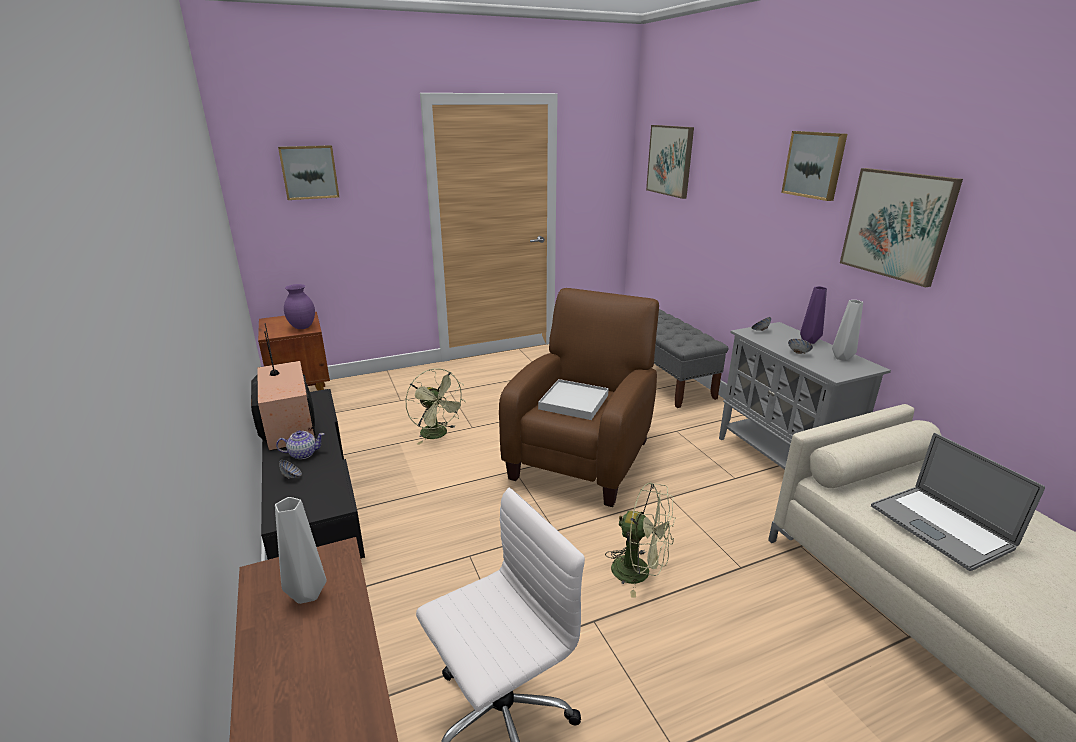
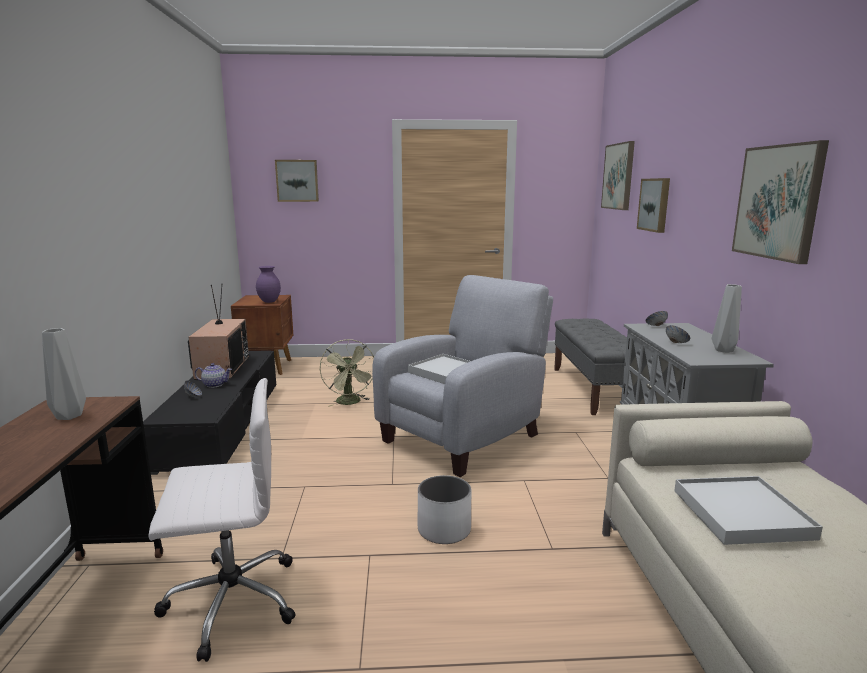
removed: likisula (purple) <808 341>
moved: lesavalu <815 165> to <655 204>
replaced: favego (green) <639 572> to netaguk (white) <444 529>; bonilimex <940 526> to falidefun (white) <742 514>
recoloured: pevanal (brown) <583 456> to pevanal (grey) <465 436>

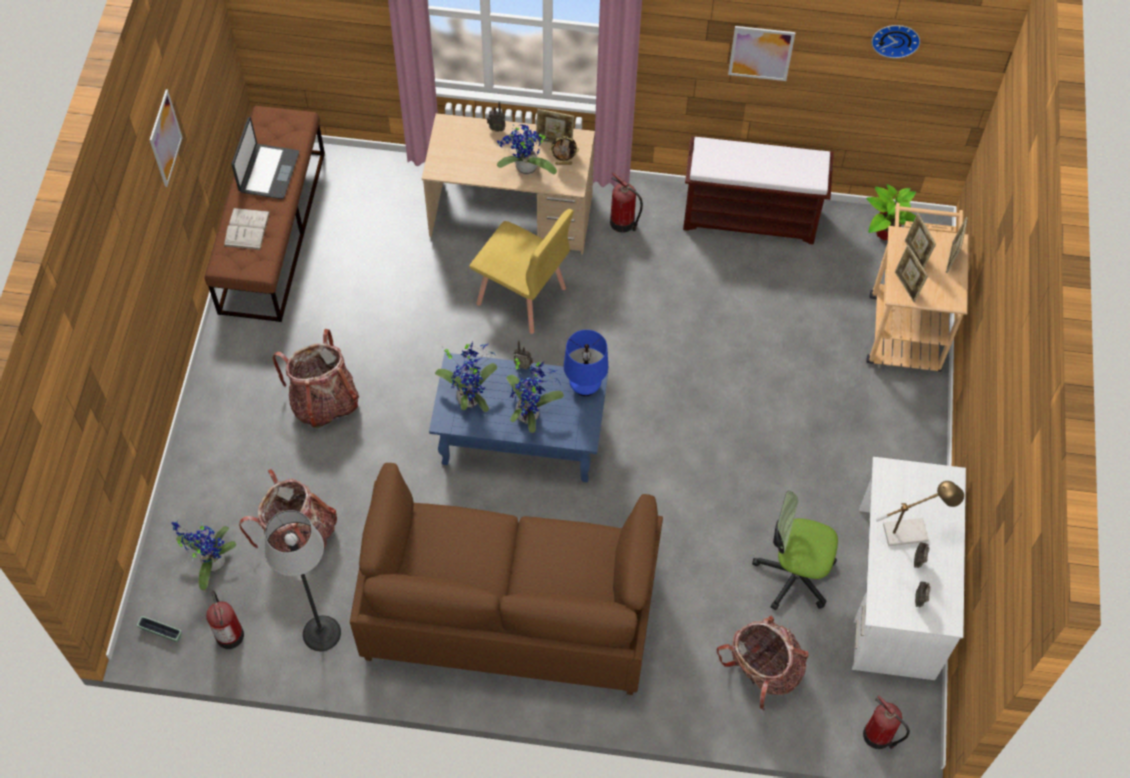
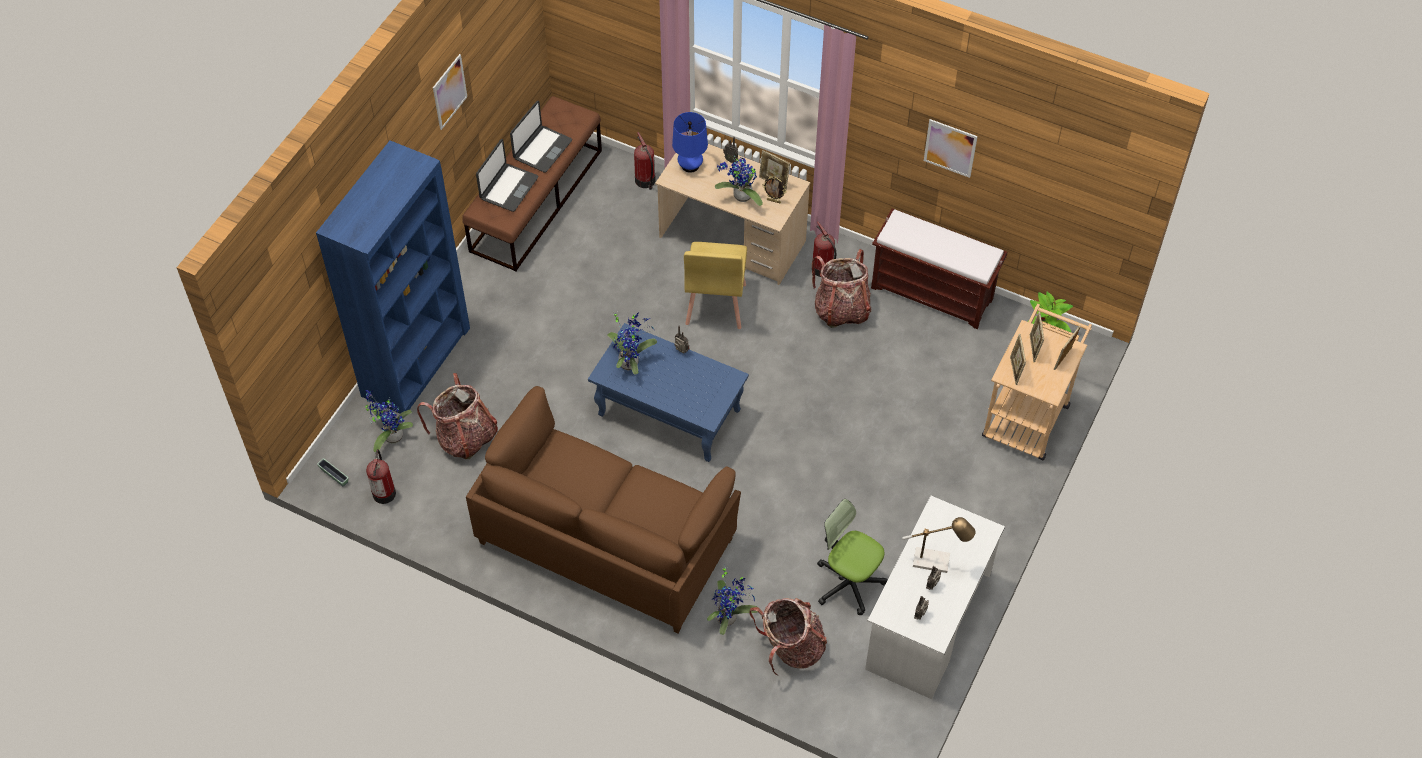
removed: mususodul <321 633>; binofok <896 38>
added: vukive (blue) <416 361>
moved: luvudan <324 402> to <841 309>; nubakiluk <530 413> to <729 617>; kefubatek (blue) <585 386> to <690 165>; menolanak <879 736> to <645 181>
replaced: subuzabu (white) <247 229> to bonilimex <508 188>
turned: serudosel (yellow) <521 297> = <715 304> 45 degrees clockwise

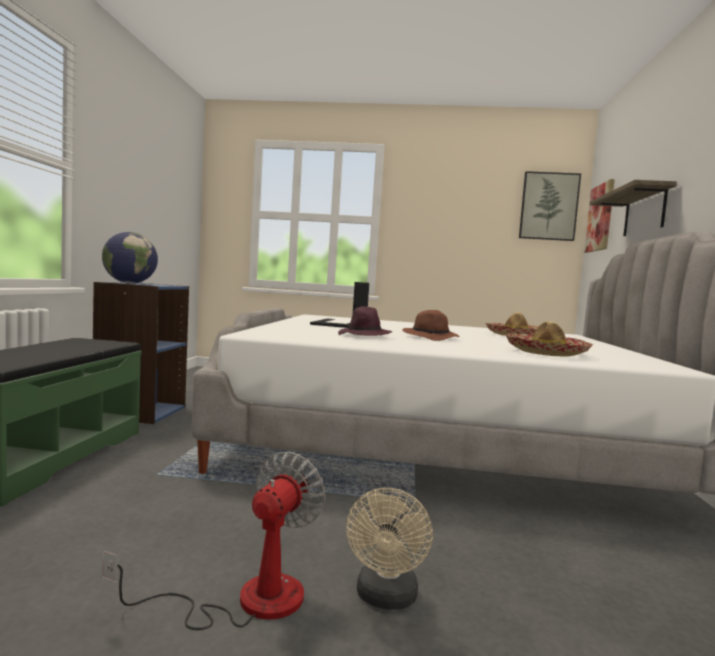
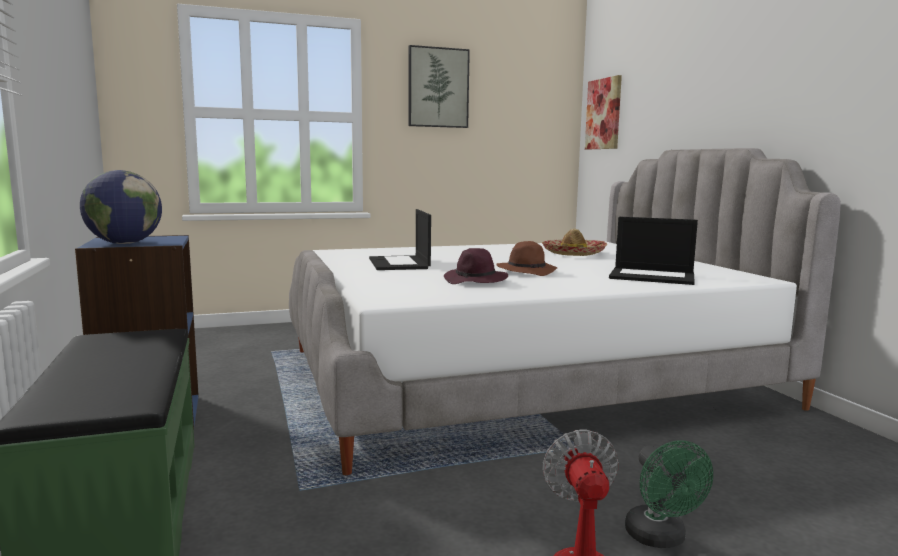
removed: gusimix <644 212>
moved: lesavalu <548 206> to <438 88>
replaced: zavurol <546 353> to bonilimex <653 277>
recoloured: favego (beige) <385 598> to favego (green) <661 539>

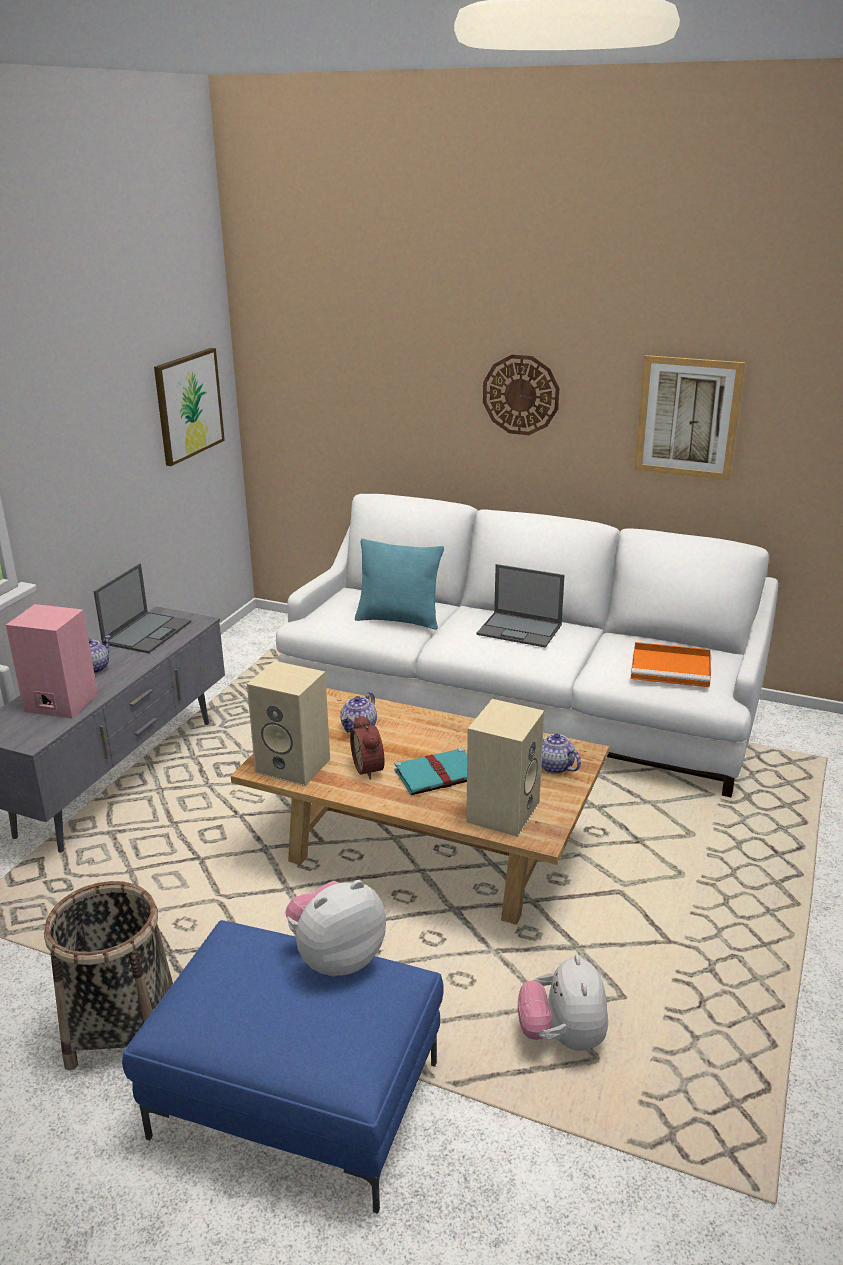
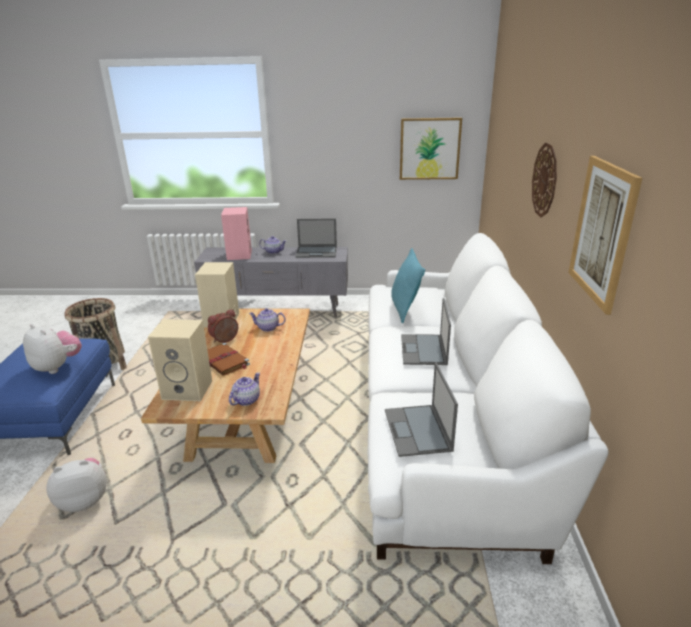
replaced: falidefun (orange) <672 668> to bonilimex <418 430>
recoloured: subuzabu (turquoise) <439 774> to subuzabu (brown) <224 361>

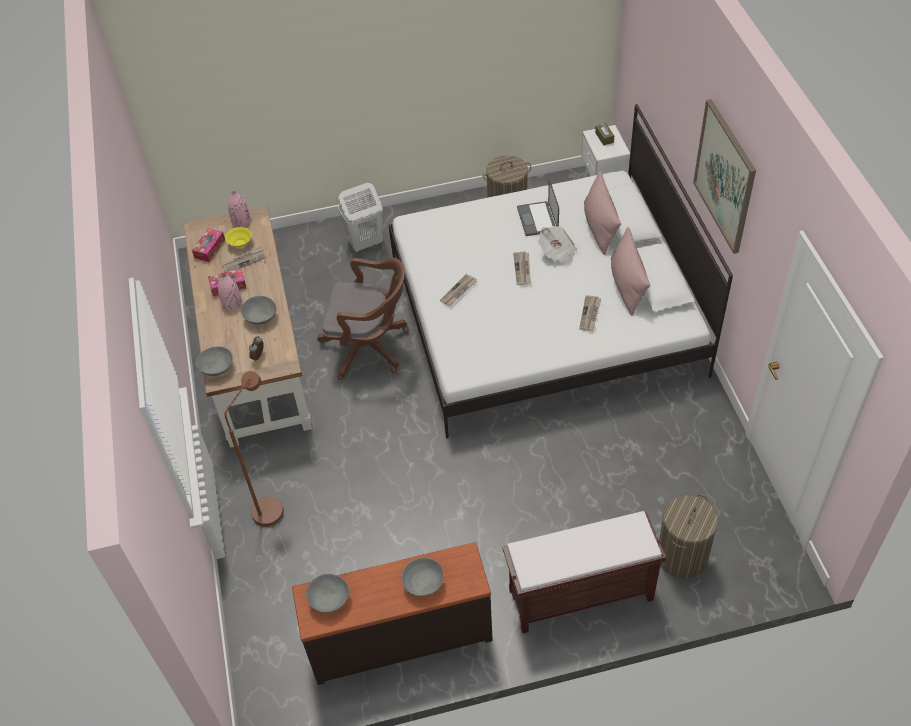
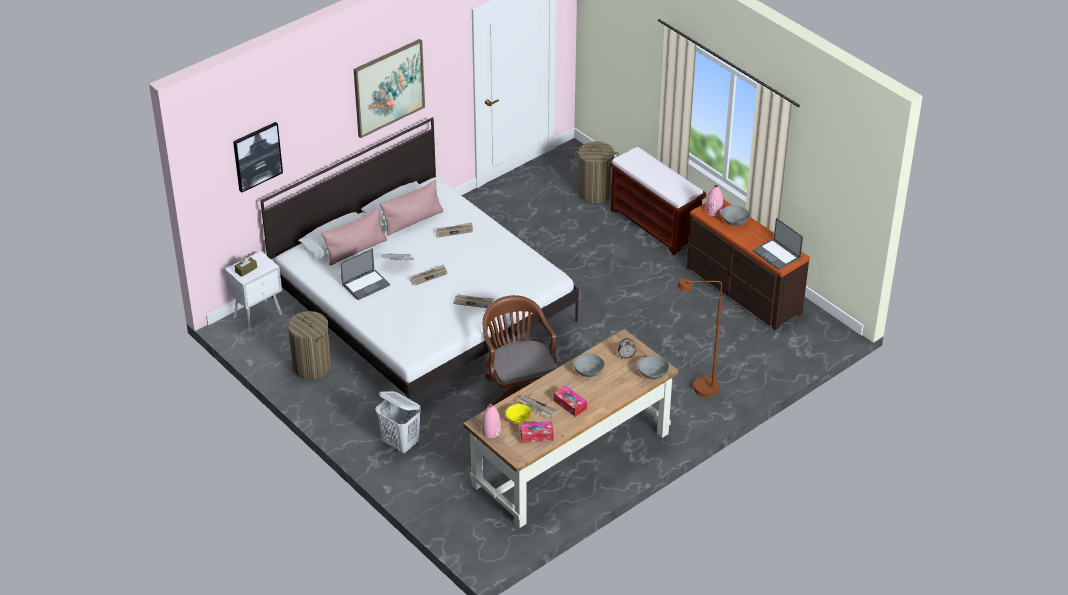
added: lesavalu <257 156>
moved: likisula (pink) <231 302> to <714 211>
replaced: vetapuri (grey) <329 599> to bonilimex <777 255>

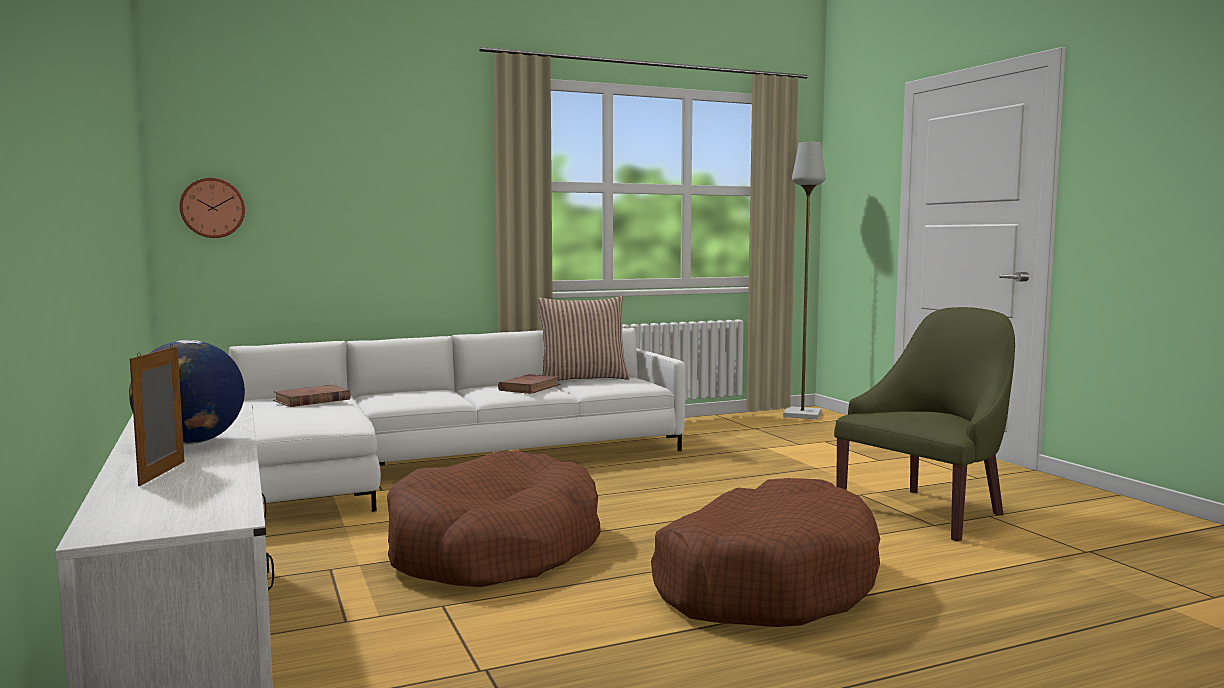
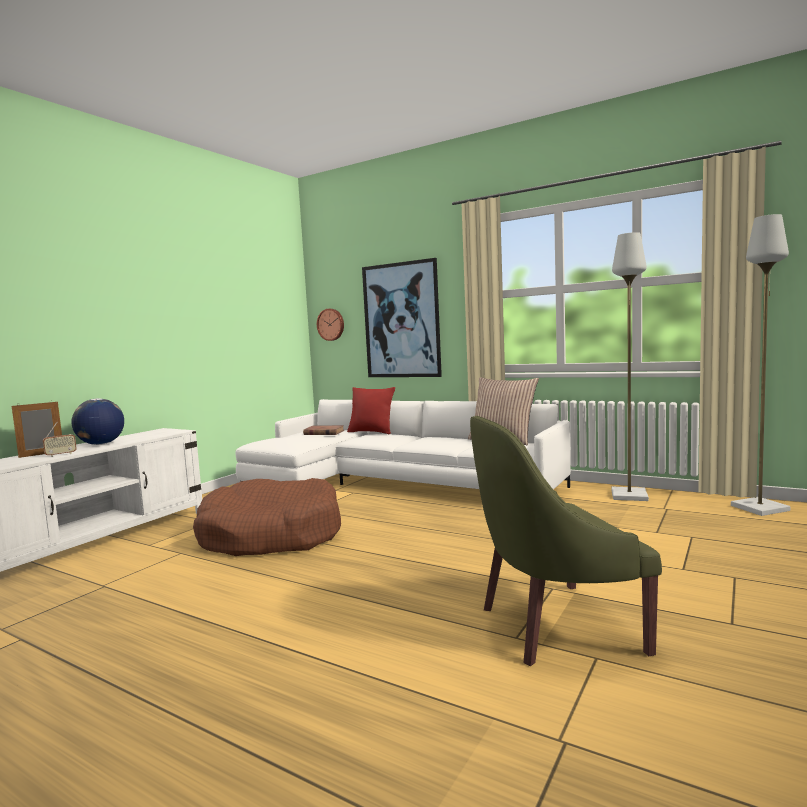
removed: subuzabu (brown) <529 388>; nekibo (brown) <765 582>
added: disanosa <61 455>; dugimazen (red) <371 432>; lesavalu <401 320>; mususodul (grey) <630 496>
turned: pevanal (green) <927 511> = <554 625> 150 degrees clockwise

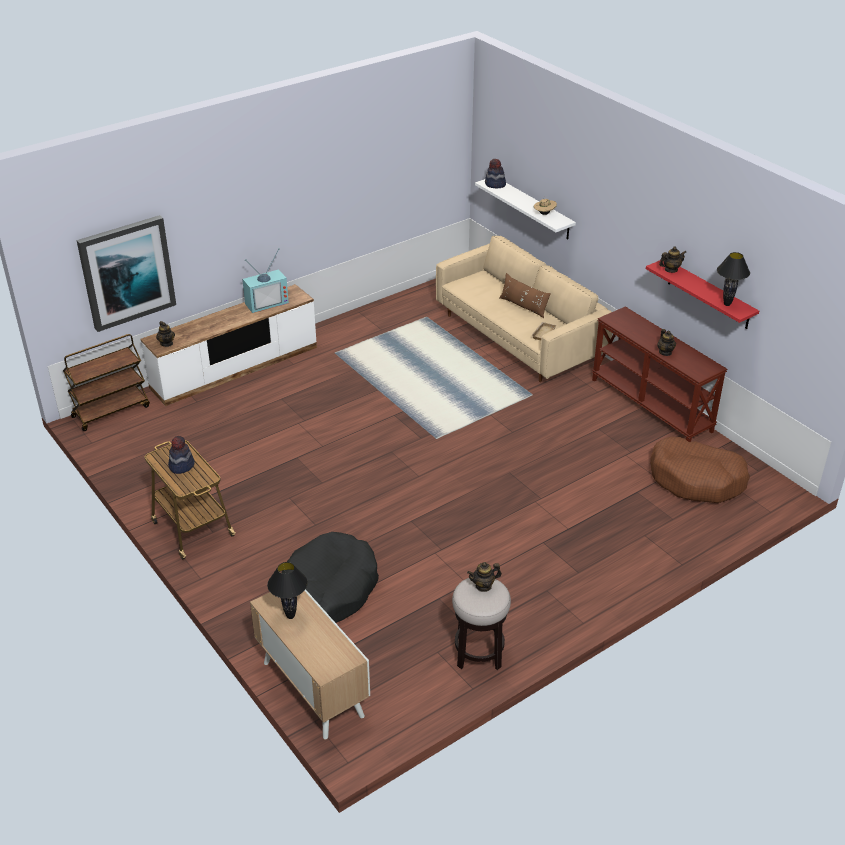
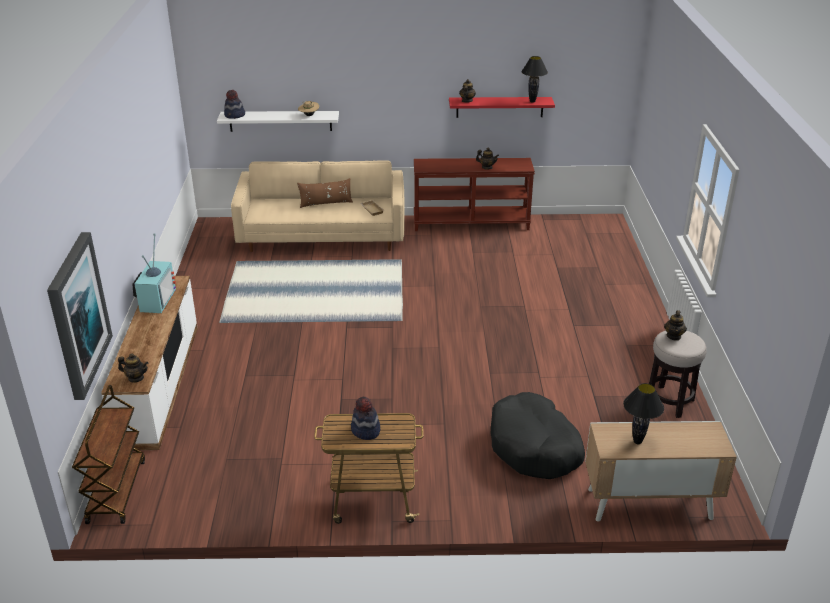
removed: nekibo (brown) <696 479>

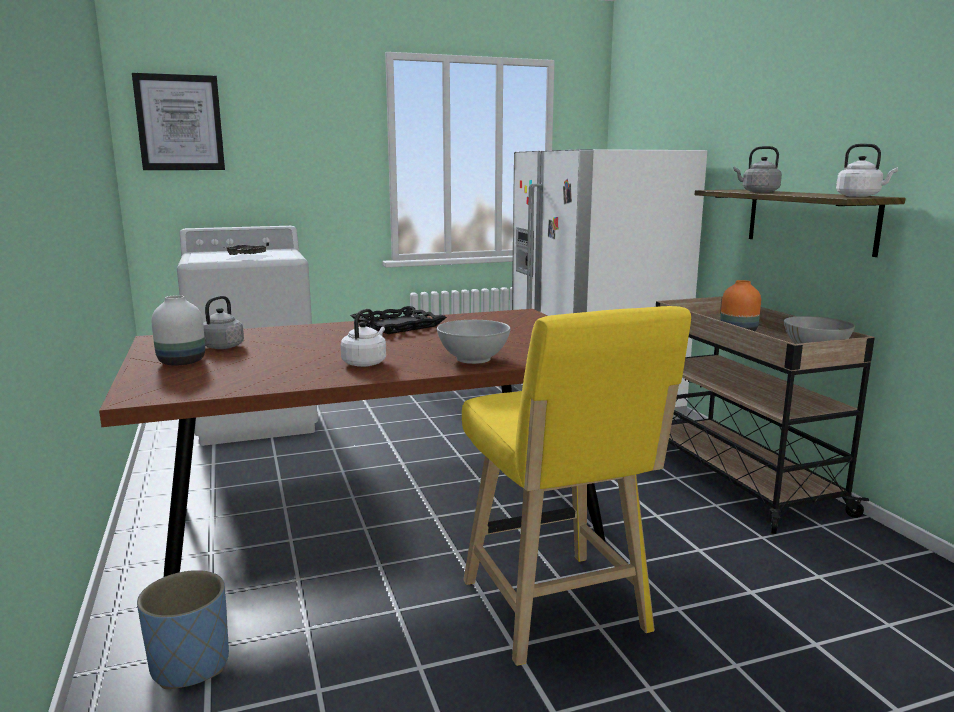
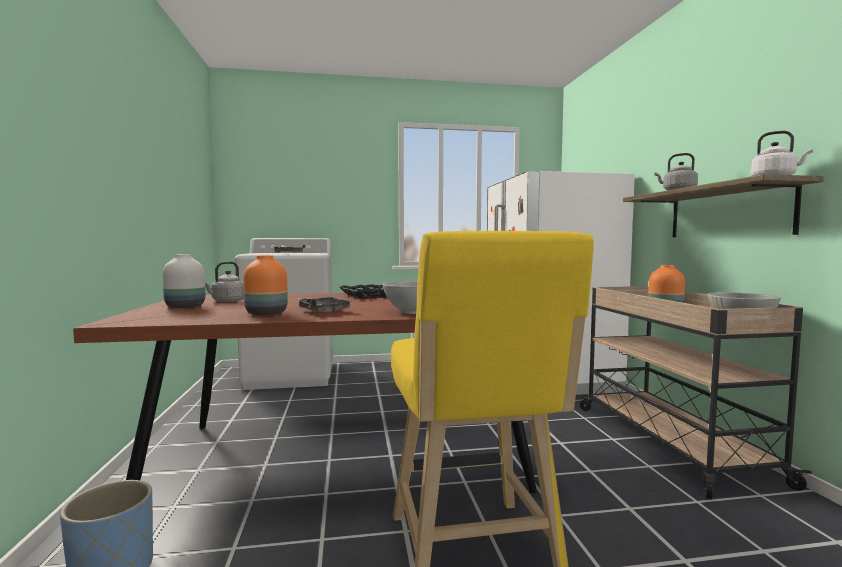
removed: lesavalu <180 123>
added: likisula (orange) <266 313>
replaced: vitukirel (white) <365 363> to falidefun (grey) <322 311>

